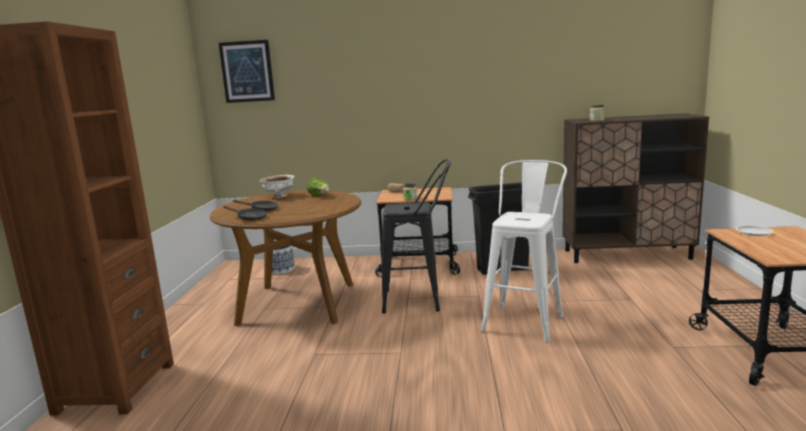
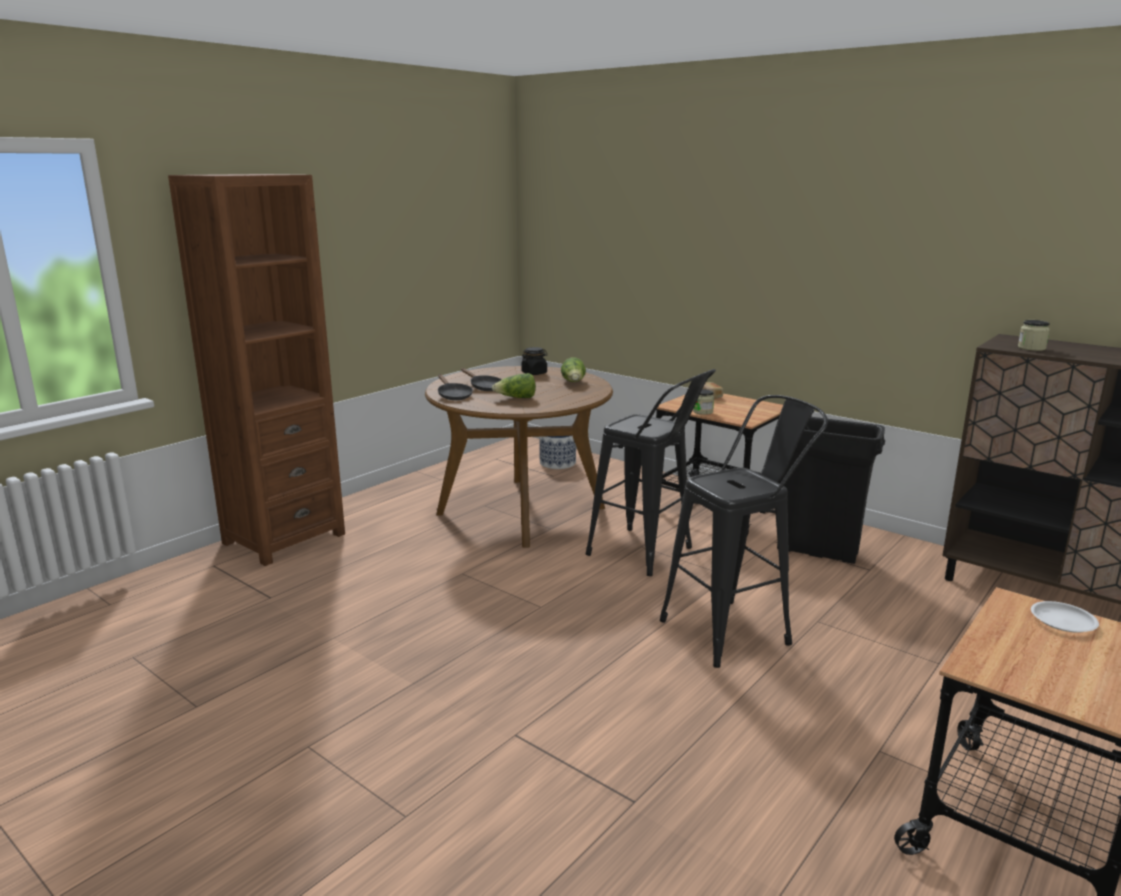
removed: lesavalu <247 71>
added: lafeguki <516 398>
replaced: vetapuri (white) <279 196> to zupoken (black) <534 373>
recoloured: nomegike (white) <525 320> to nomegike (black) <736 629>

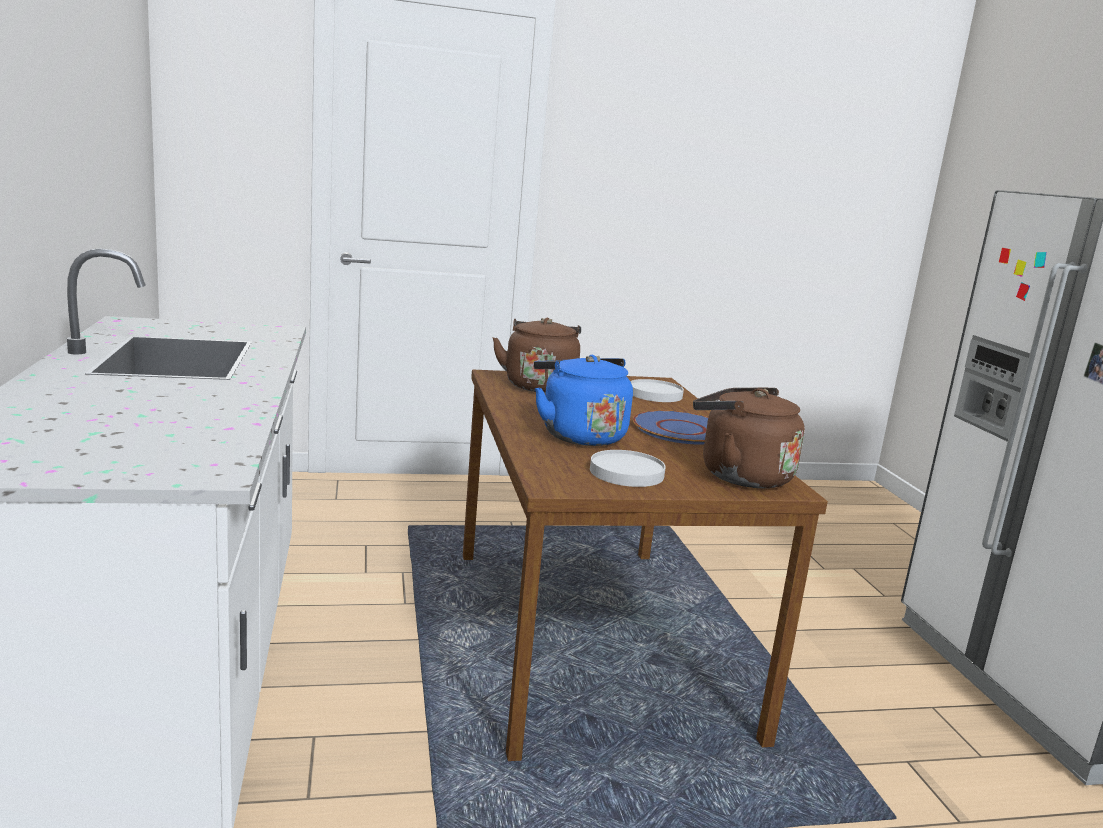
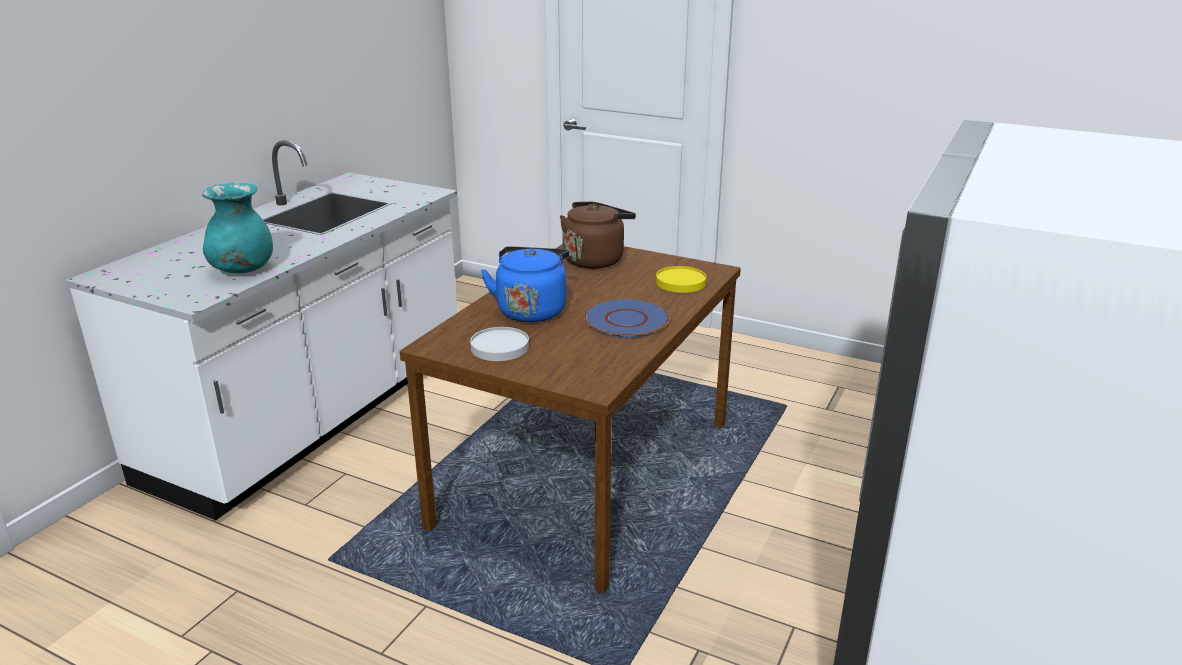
removed: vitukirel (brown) <739 475>
added: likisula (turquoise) <243 270>
recoloured: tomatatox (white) <654 394> to tomatatox (yellow) <680 282>

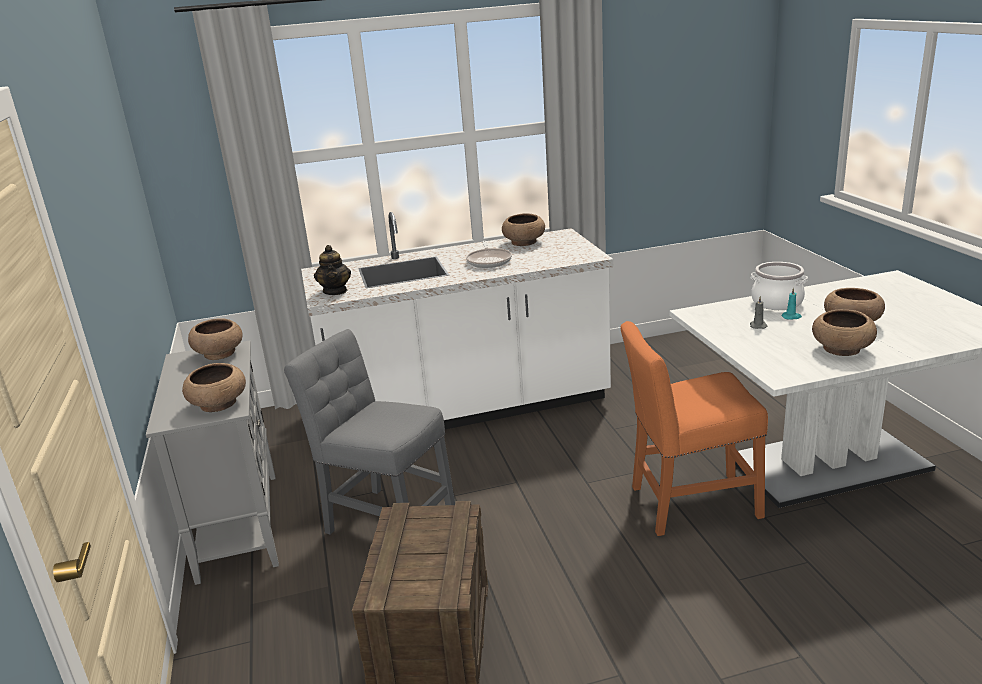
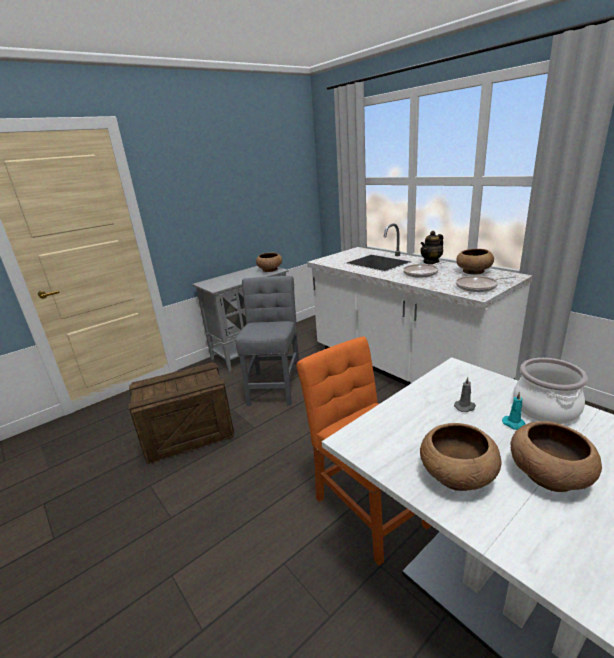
removed: vetapuri (brown) <219 404>
added: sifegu <479 287>
moved: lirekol <335 291> to <431 262>

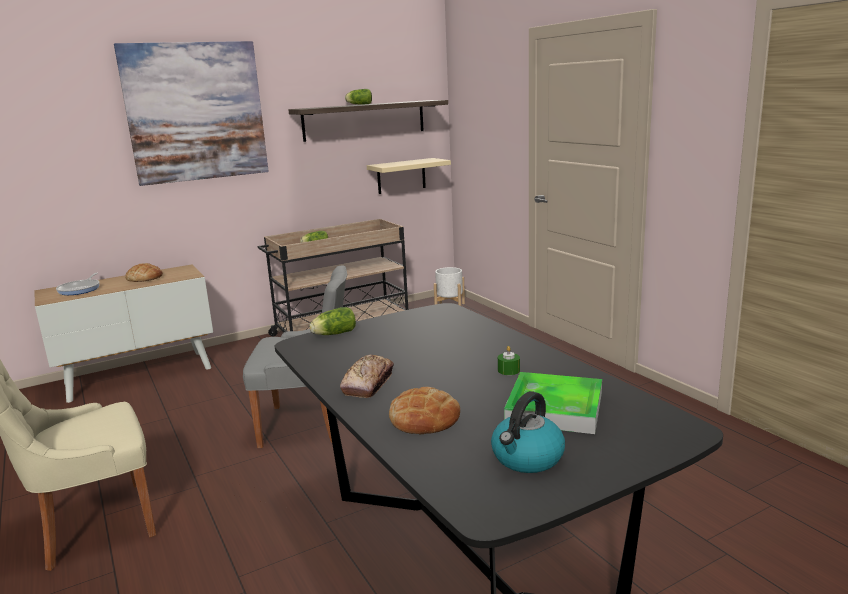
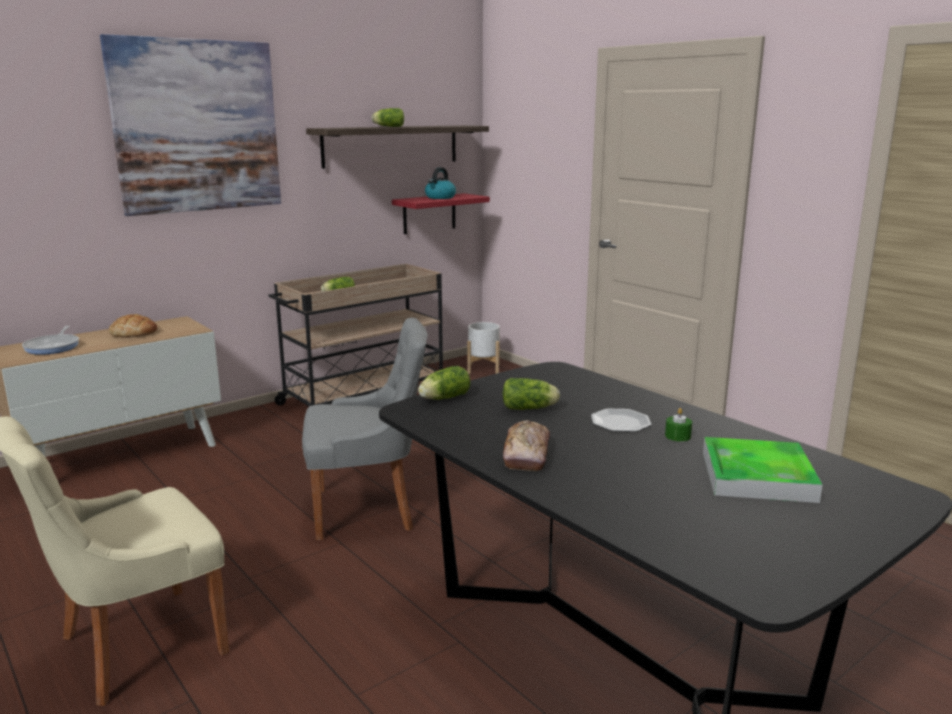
removed: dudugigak <424 418>
added: lafeguki <530 408>; tomatatox <621 423>
moved: vitukirel <527 458> to <440 197>
recoloured: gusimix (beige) <401 176> to gusimix (red) <429 213>

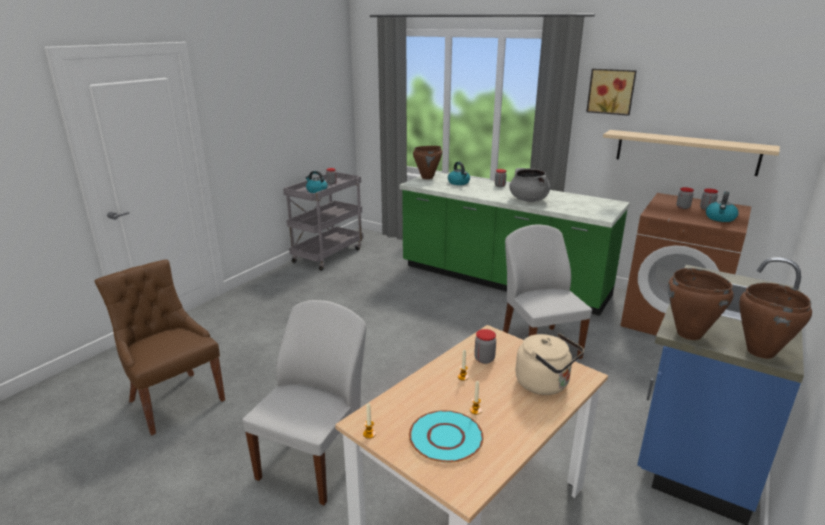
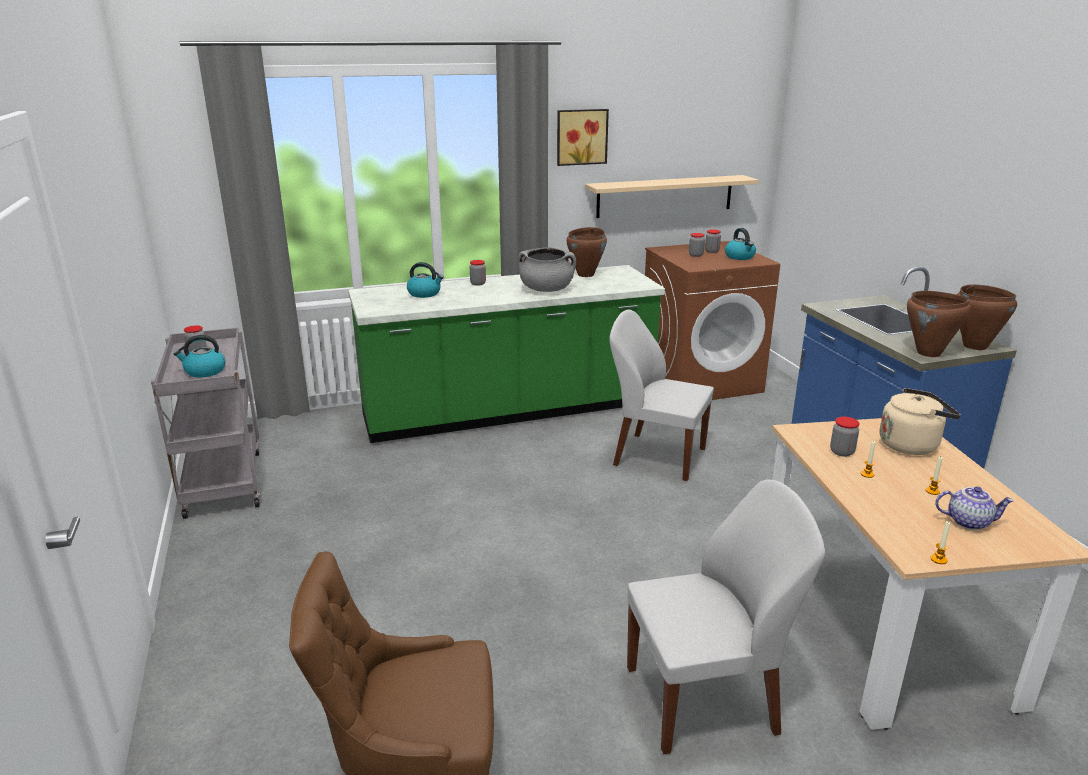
moved: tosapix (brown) <427 177> to <586 275>
replaced: tomatatox (turquoise) <446 437> to lirekol <968 522>
turned: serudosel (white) <314 461> = <705 699> 105 degrees clockwise

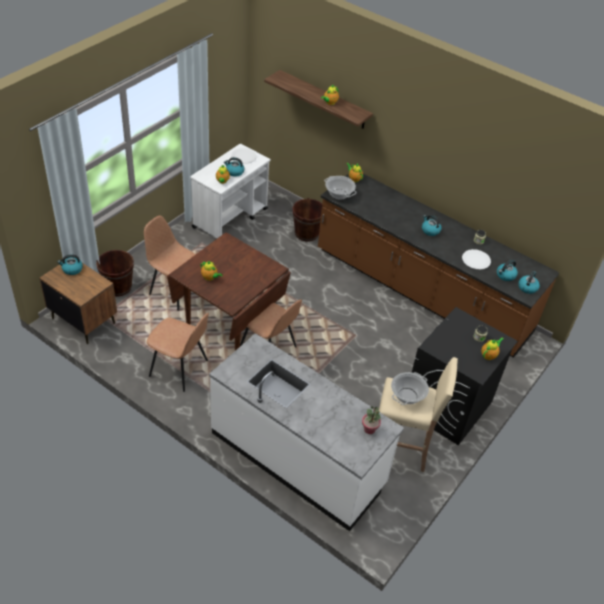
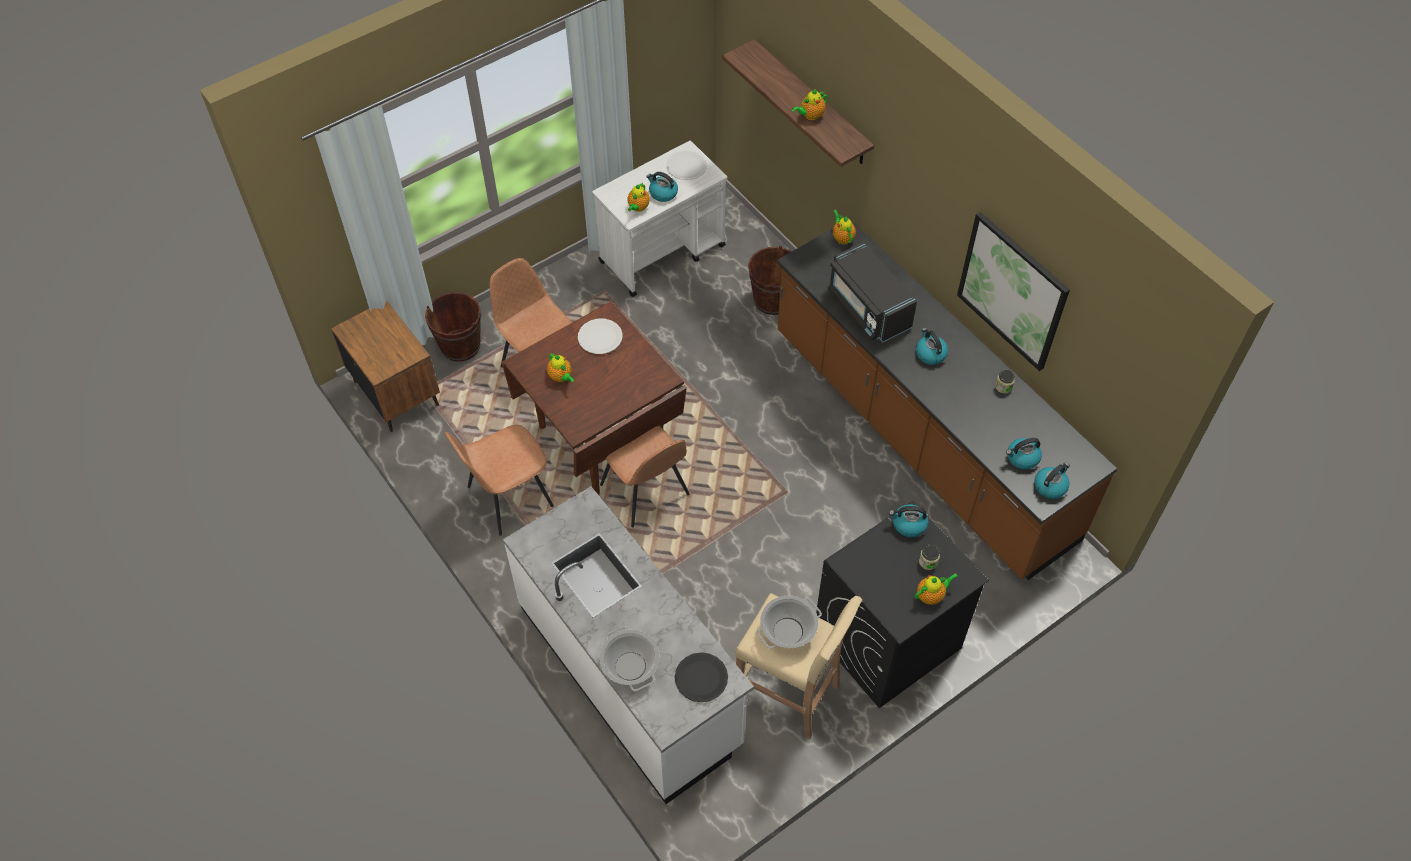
added: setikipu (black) <868 308>; lesavalu <1012 291>
moved: vitukirel <72 269> to <908 525>; tosapix <339 194> to <630 667>; tomatatox (white) <476 260> to <600 337>
replaced: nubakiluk <369 429> to tomatatox (black) <701 678>
turned: serudosel (brown) <180 369> = <508 497> 105 degrees clockwise

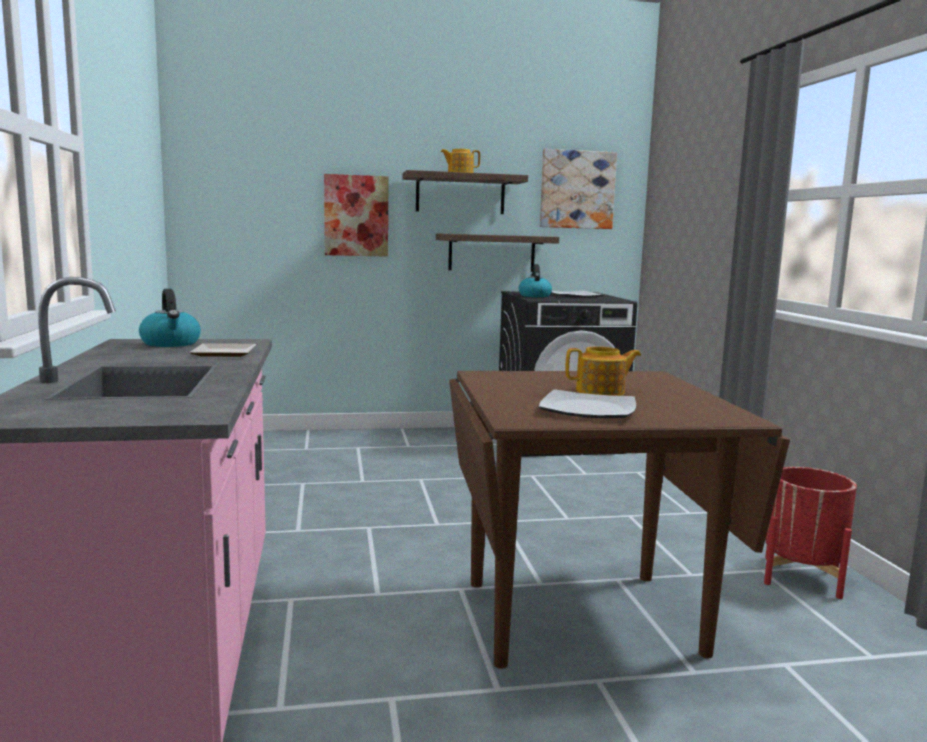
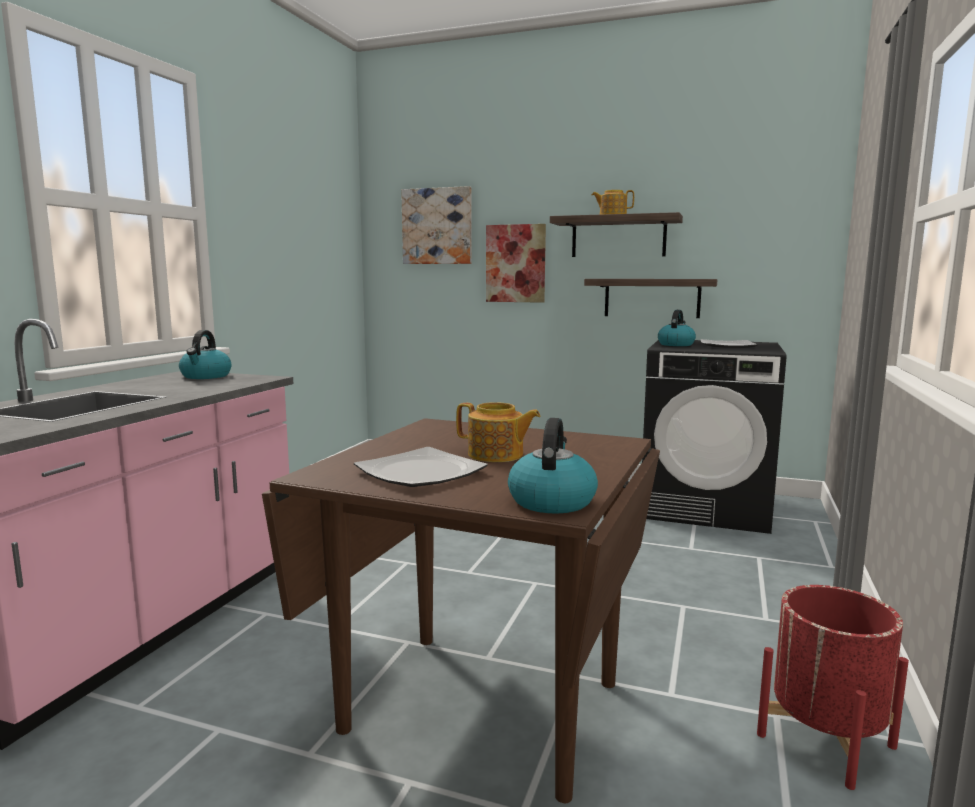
removed: tomatatox <221 353>
added: vitukirel <551 501>
moved: lesavalu <577 189> to <437 226>

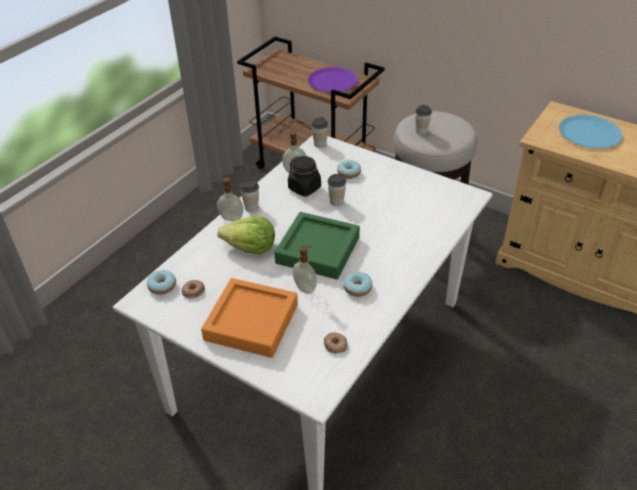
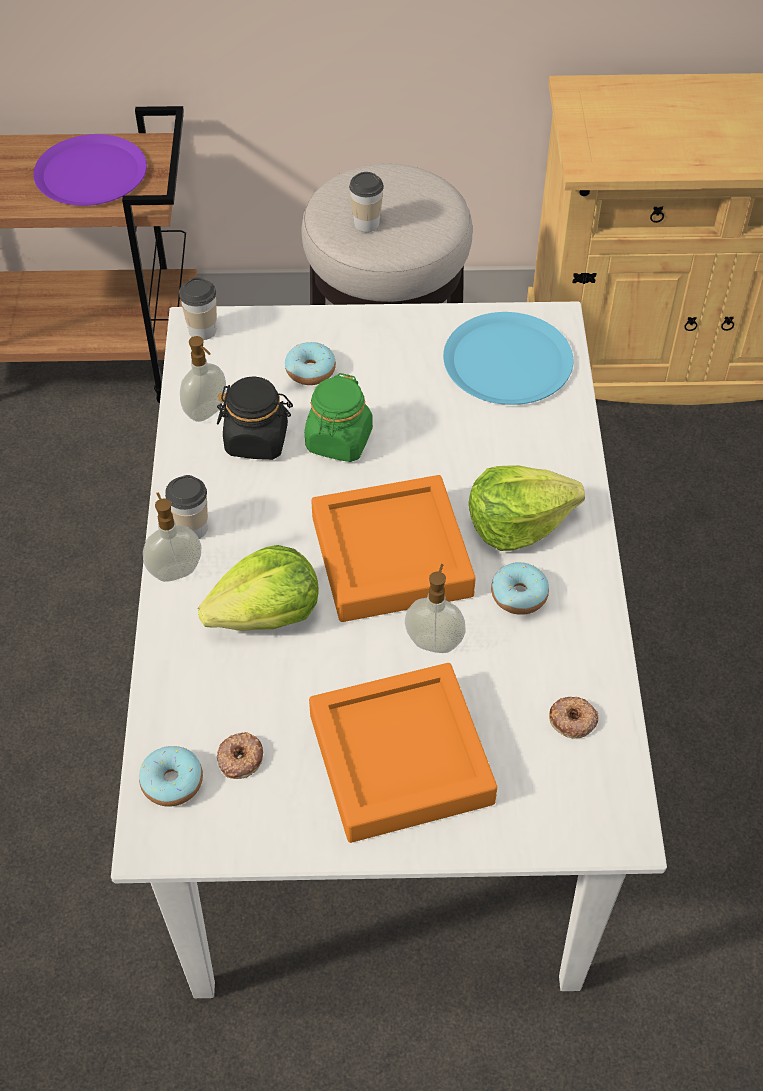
added: lafeguki <517 523>
moved: tomatatox (blue) <589 133> to <508 361>
replaced: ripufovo <336 201> to zupoken (green) <339 441>
recoloured: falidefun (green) <318 250> to falidefun (orange) <391 557>

